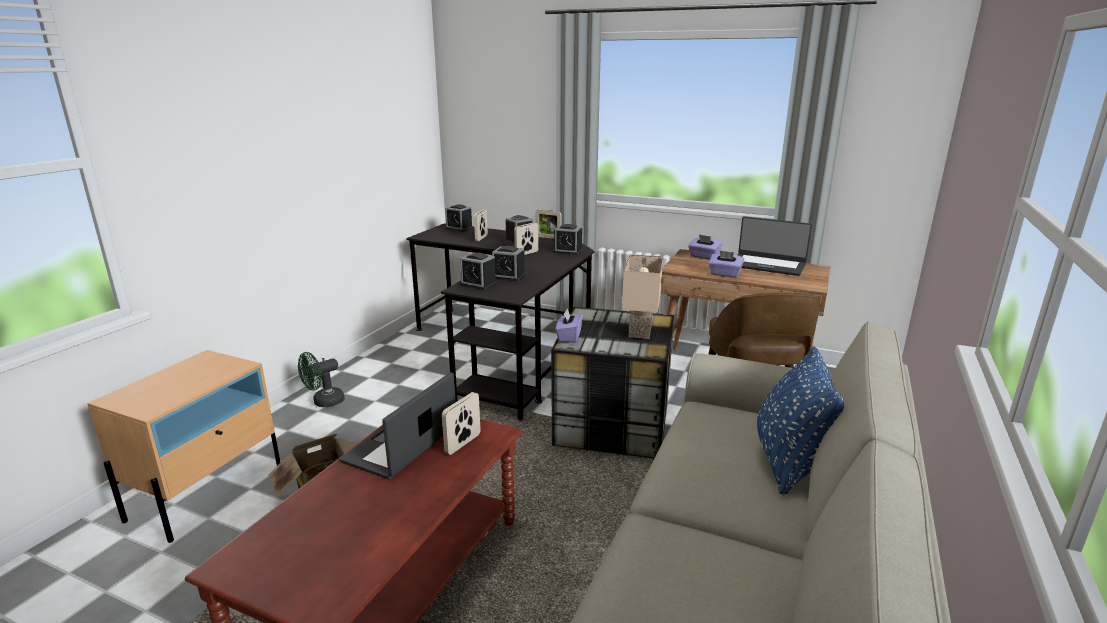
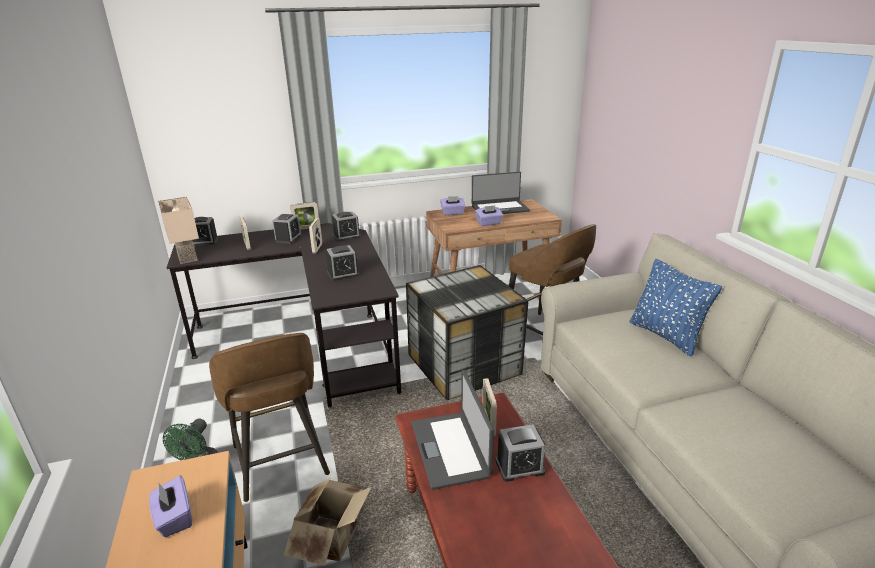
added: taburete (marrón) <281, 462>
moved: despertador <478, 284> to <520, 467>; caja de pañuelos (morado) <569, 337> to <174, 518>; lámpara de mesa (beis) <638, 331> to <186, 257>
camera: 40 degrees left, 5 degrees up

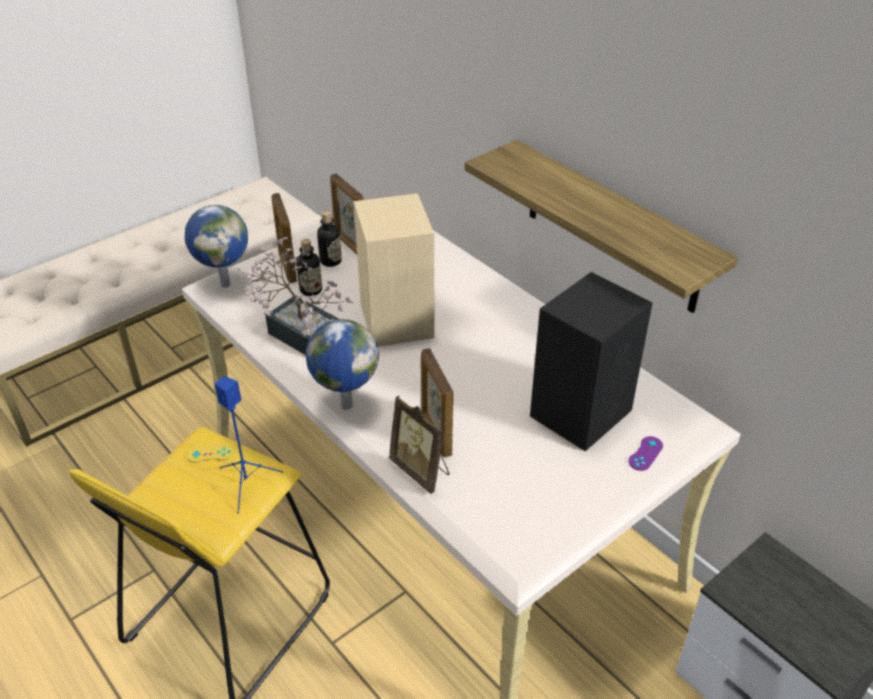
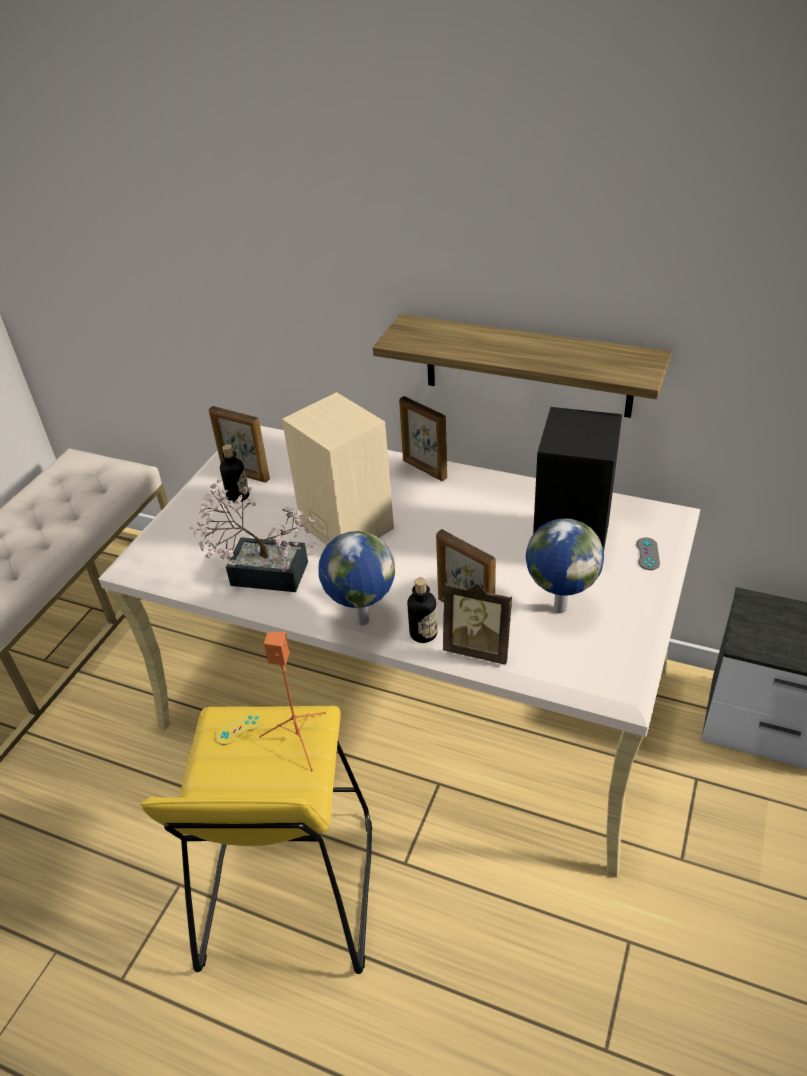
moved: globo terráqueo <225, 283> to <559, 608>; portarretratos <287, 268> to <424, 469>; botella <311, 290> to <423, 633>
recoloured: altavoz (azul) <247, 483> to altavoz (naranja) <299, 738>; mando de consola (morado) <645, 453> to mando de consola (gris) <647, 554>
camera: 25 degrees left, 0 degrees up

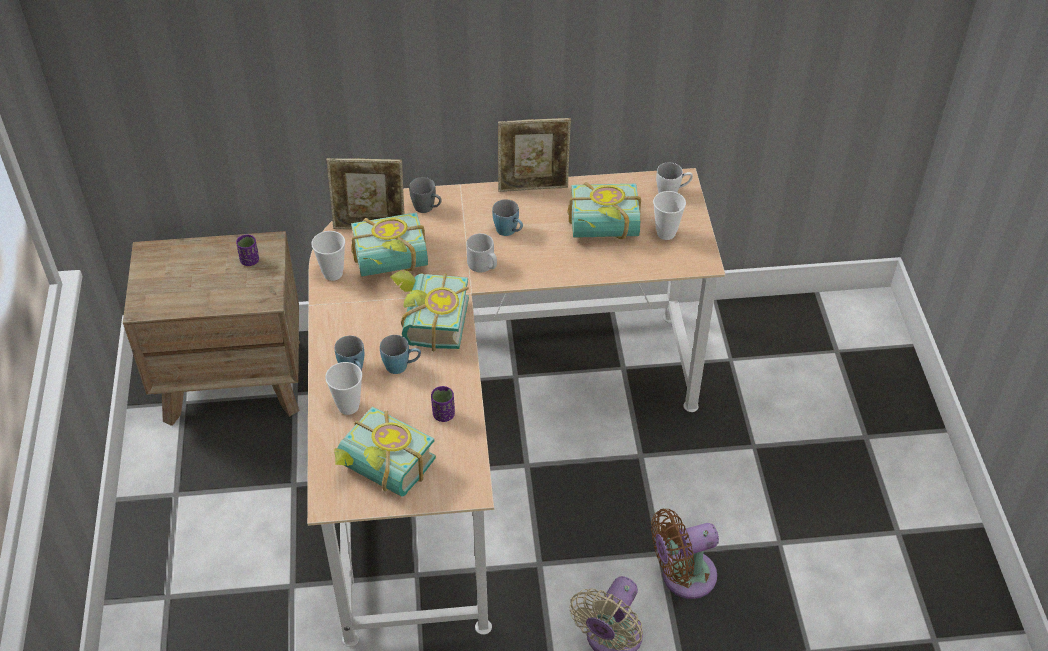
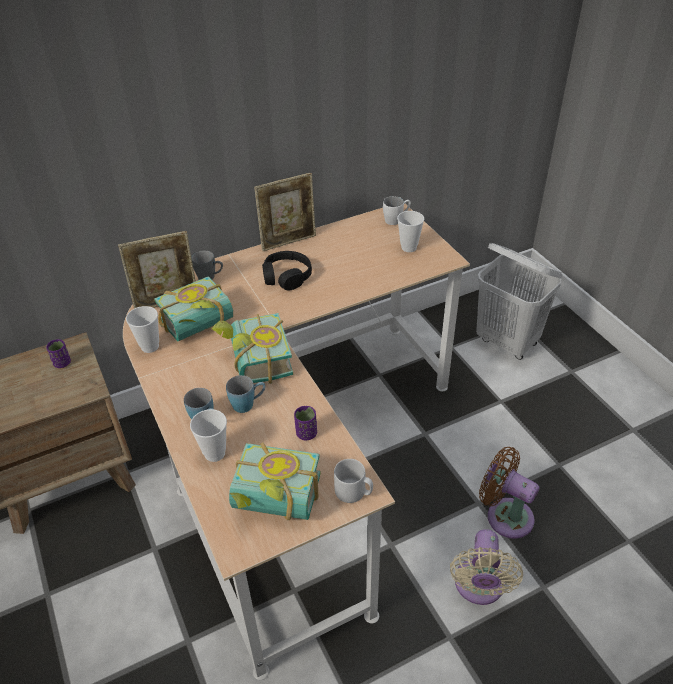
removed: libro <604, 231>
added: cesto de la ropa (blanco) <507, 342>
moved: taza grande (gris) <483, 265> to <353, 492>
replaced: taza grande (azul) <509, 231> to auriculares (negro) <286, 277>
turned: ventilador (marrón) <683, 576> = <505, 515> 75 degrees clockwise
camera: 20 degrees left, 5 degrees down

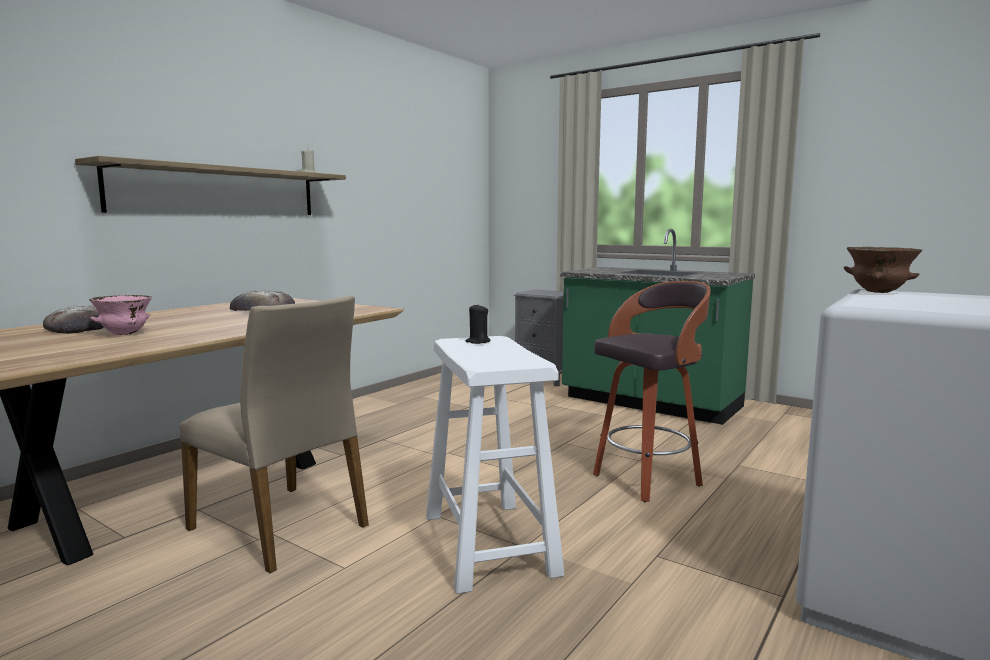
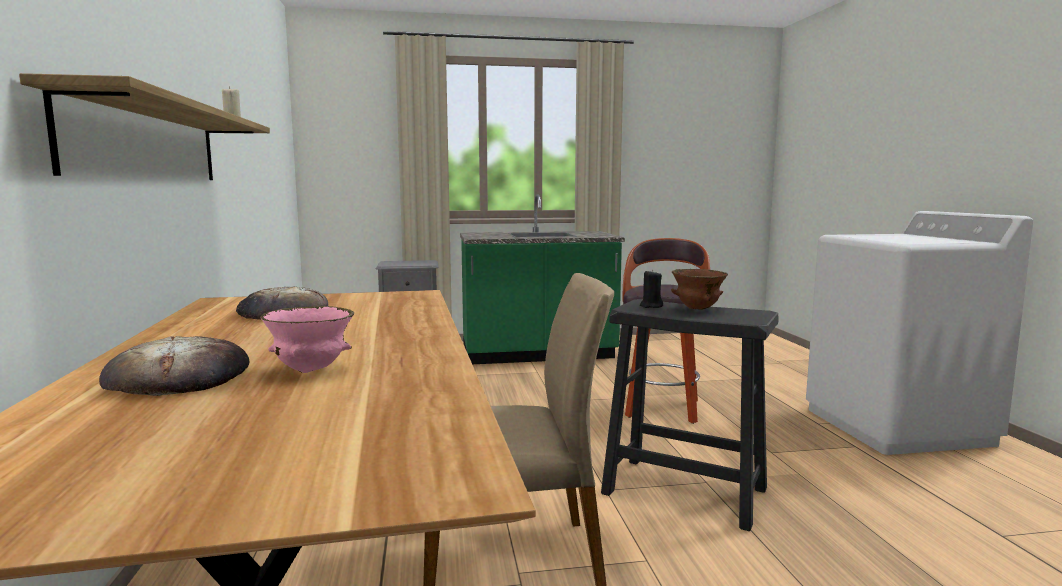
moved: cuenco (marrón) <878, 293> to <697, 309>
recoloured: taburete (blanco) <488, 543> to taburete (negro) <683, 490>
camera: 45 degrees left, 0 degrees up

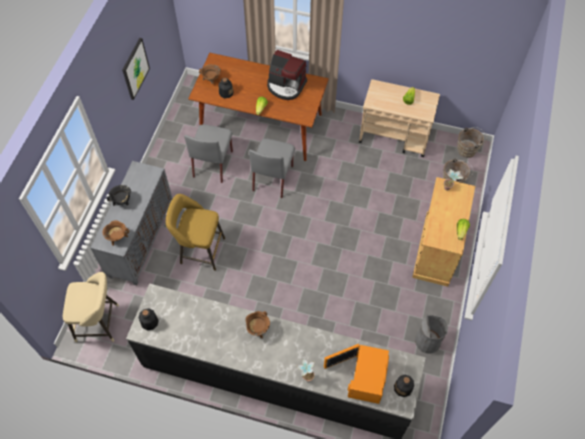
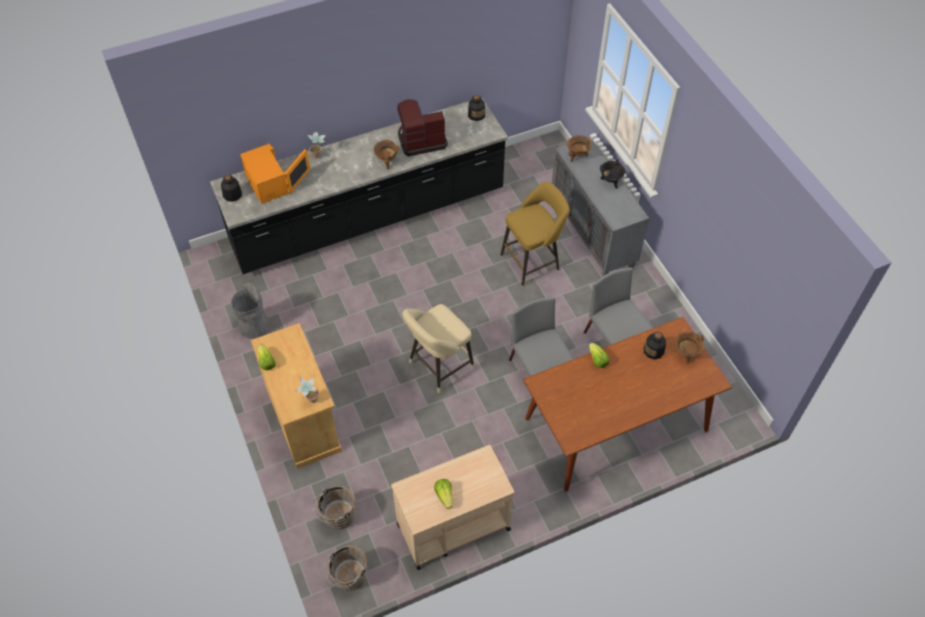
removed: cuadro <135, 68>
moved: taburete (beis) <100, 323> to <438, 367>; cafetera <286, 86> to <421, 140>
camera: 140 degrees right, 5 degrees down

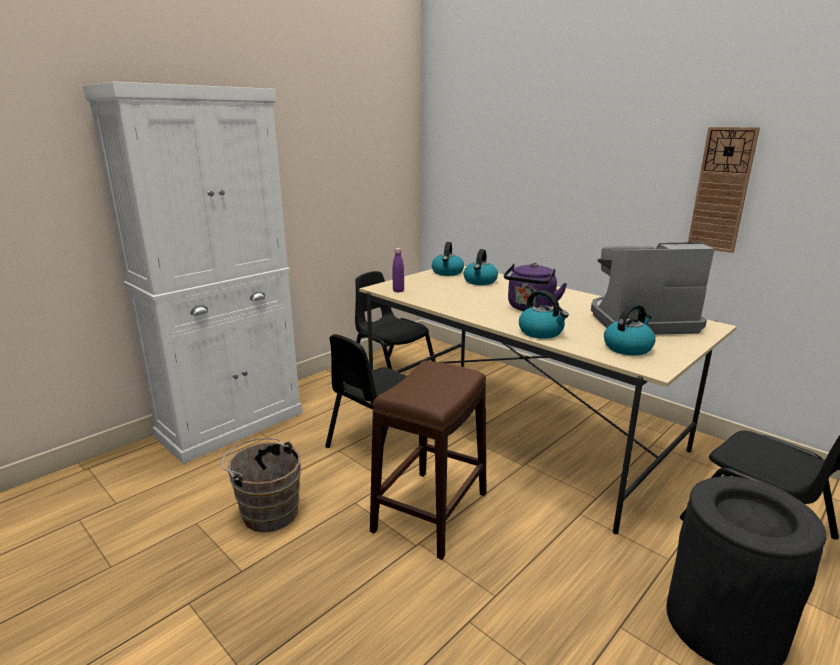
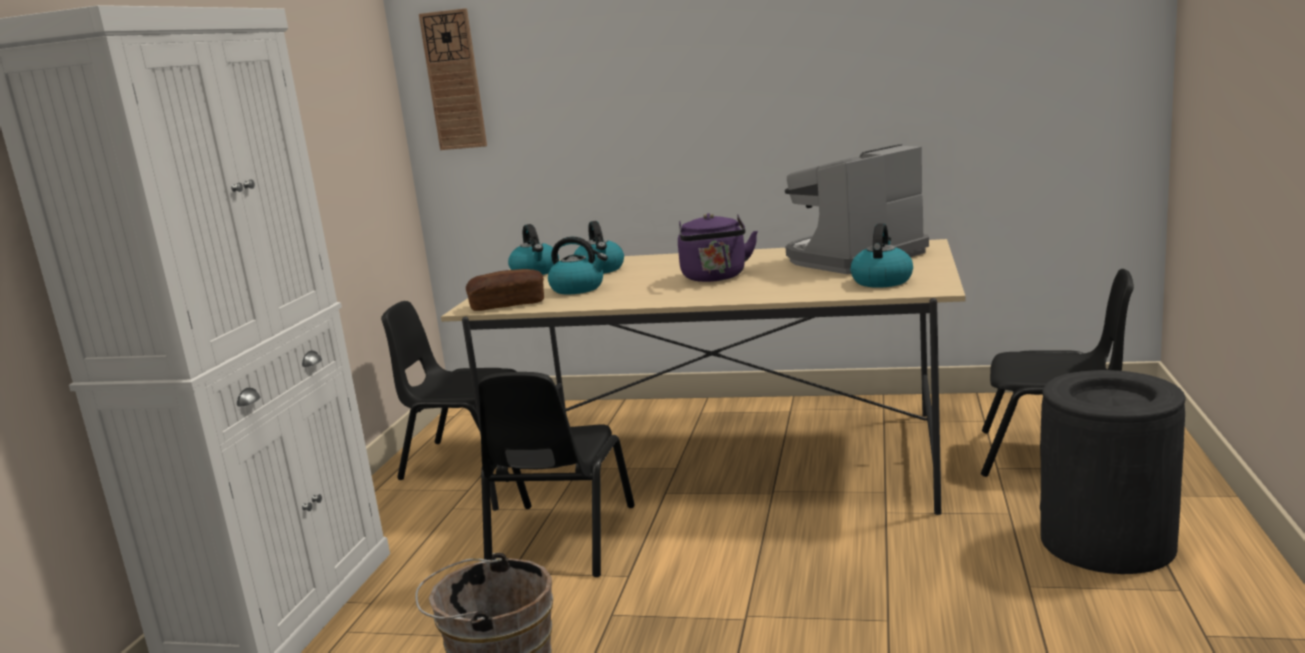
removed: taburete (marrón) <431, 511>
moved: hervidor <541, 332> to <578, 288>; reloj de pared <721, 190> to <454, 80>
replaced: botella (morado) <398, 291> to pan <508, 304>
camera: 30 degrees left, 5 degrees down

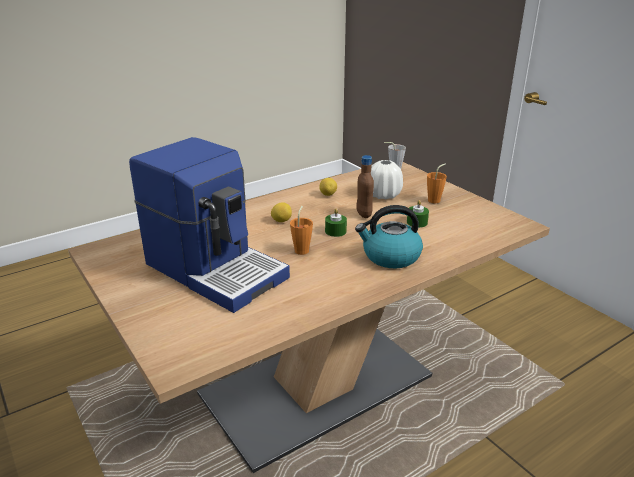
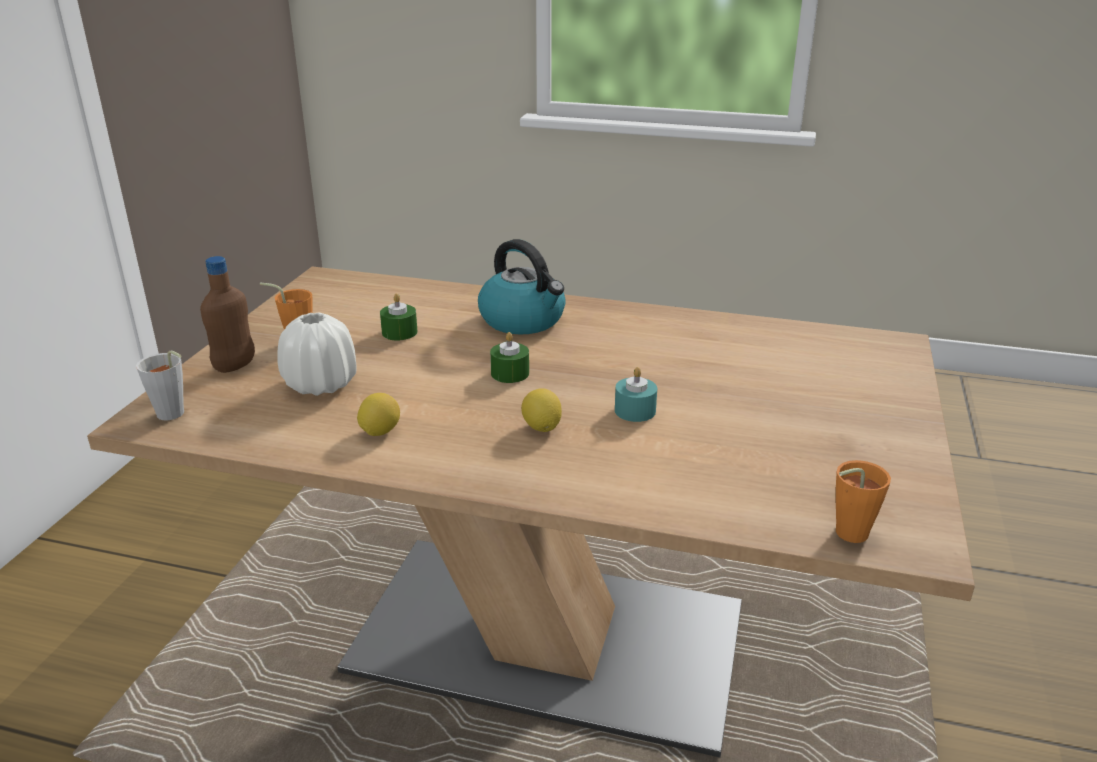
removed: cafetera <216, 269>
added: vela (turquesa) <635, 411>
moved: taza (naranja) <302, 249> to <845, 535>; botella (marrón) <364, 214> to <235, 366>
camera: 130 degrees left, 0 degrees up

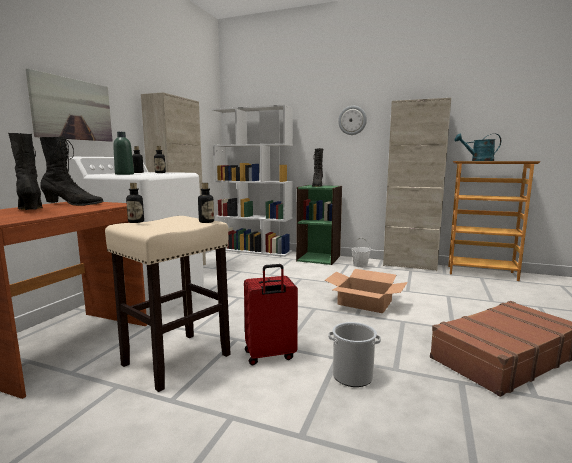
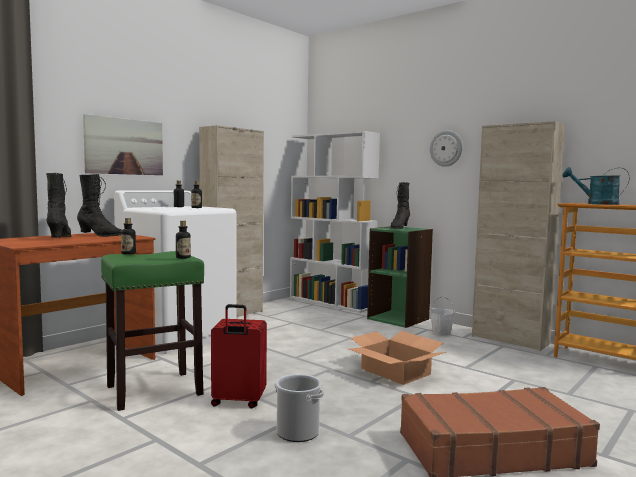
removed: botella (verde) <124, 174>
recoloured: taburete (beis) <176, 360> to taburete (verde) <153, 390>
camera: 20 degrees right, 5 degrees down

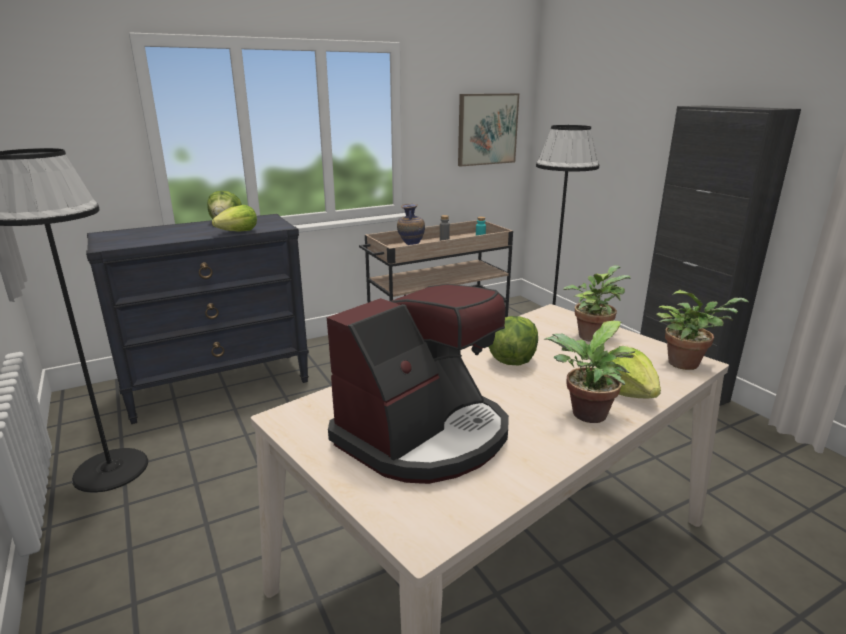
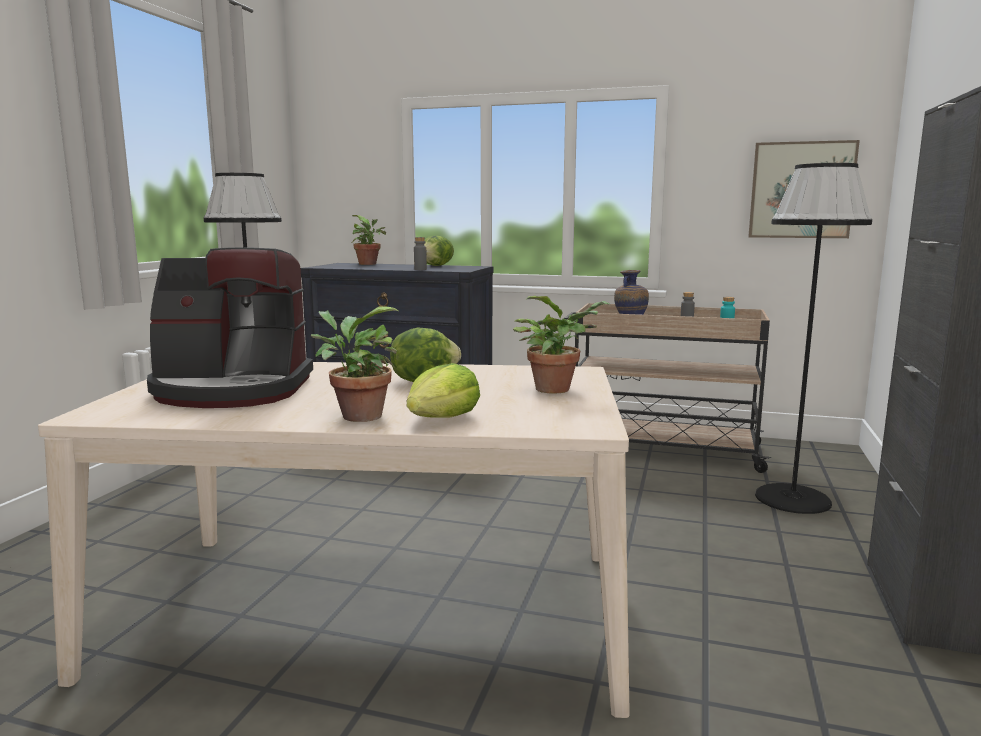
moved: planta en maceta <687, 363> to <369, 264>
replaced: lechuga <238, 232> to botella (gris) <420, 269>
camera: 45 degrees right, 10 degrees down

